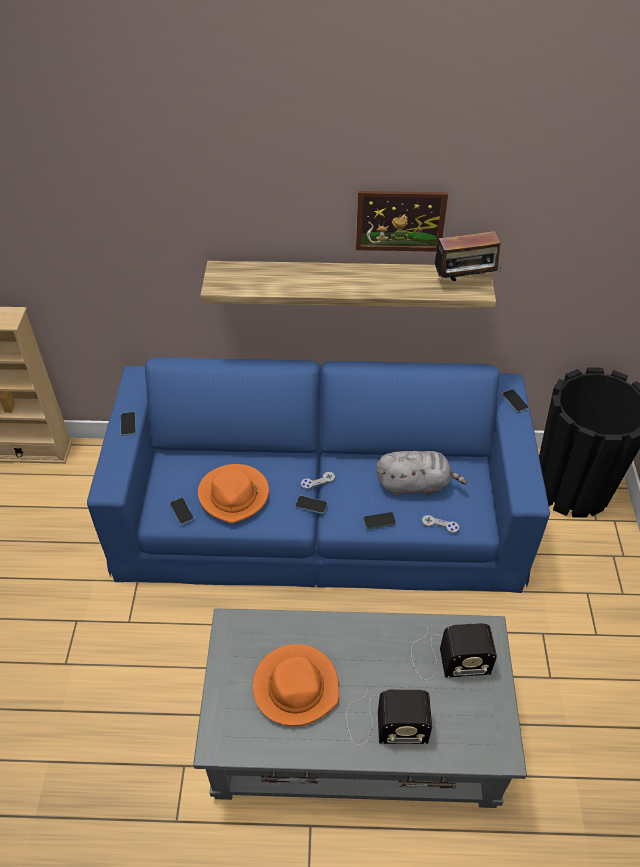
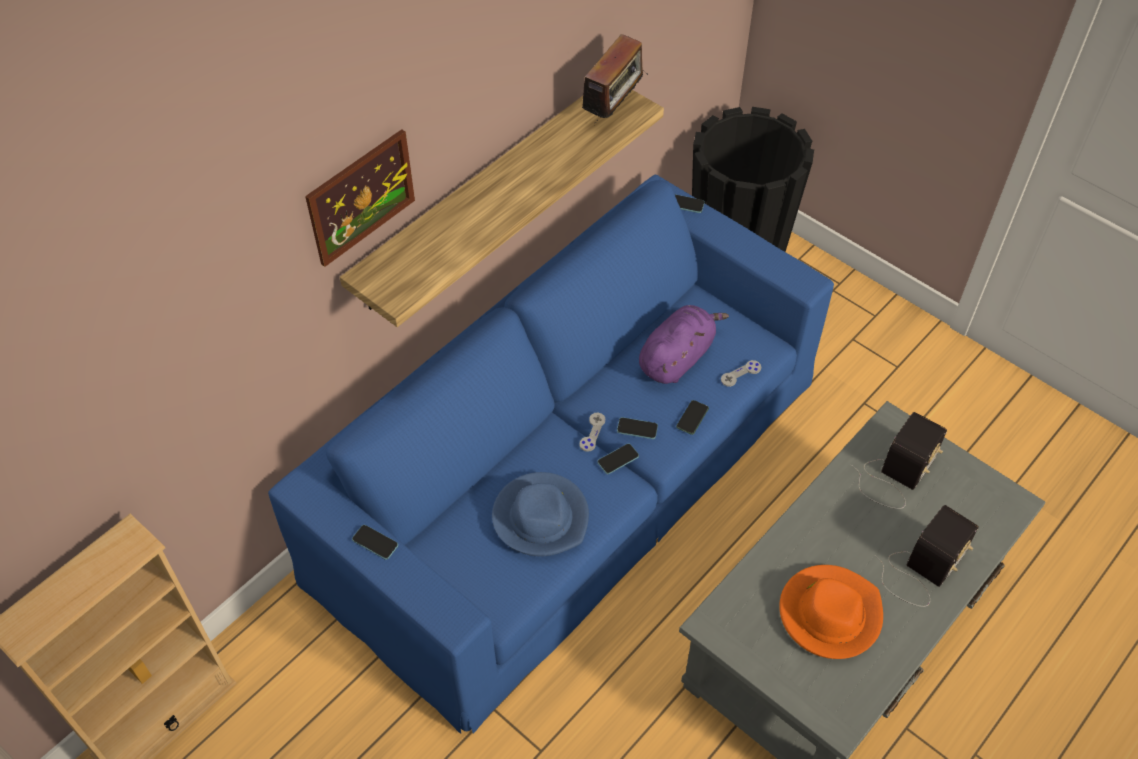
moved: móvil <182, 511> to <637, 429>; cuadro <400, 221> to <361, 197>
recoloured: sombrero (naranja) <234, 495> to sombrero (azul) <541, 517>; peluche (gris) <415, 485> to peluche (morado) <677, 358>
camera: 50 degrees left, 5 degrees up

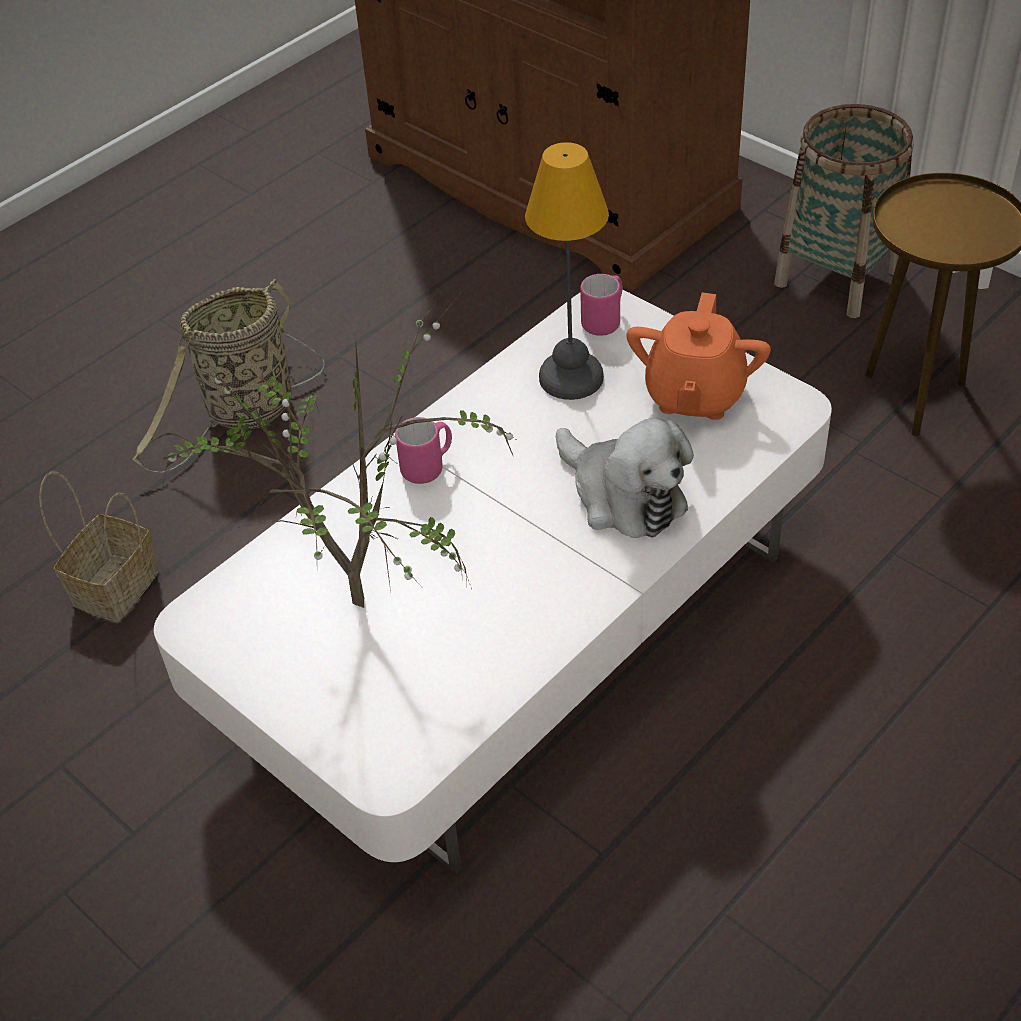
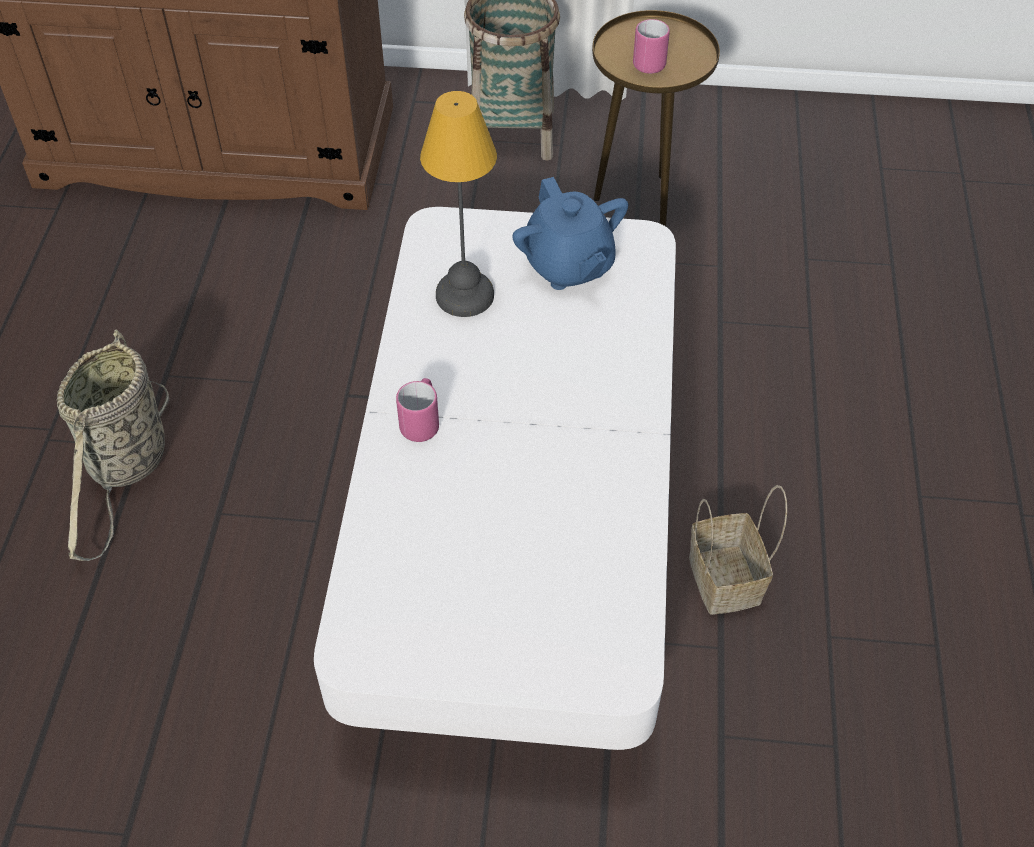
removed: planta en maceta <359, 613>; peluche <623, 495>
moved: cesta <115, 590> to <727, 581>; taza grande (rosa) <605, 321> to <648, 61>
recoloured: tetera (naranja) <694, 395> to tetera (azul) <568, 265>
camera: 40 degrees left, 5 degrees up

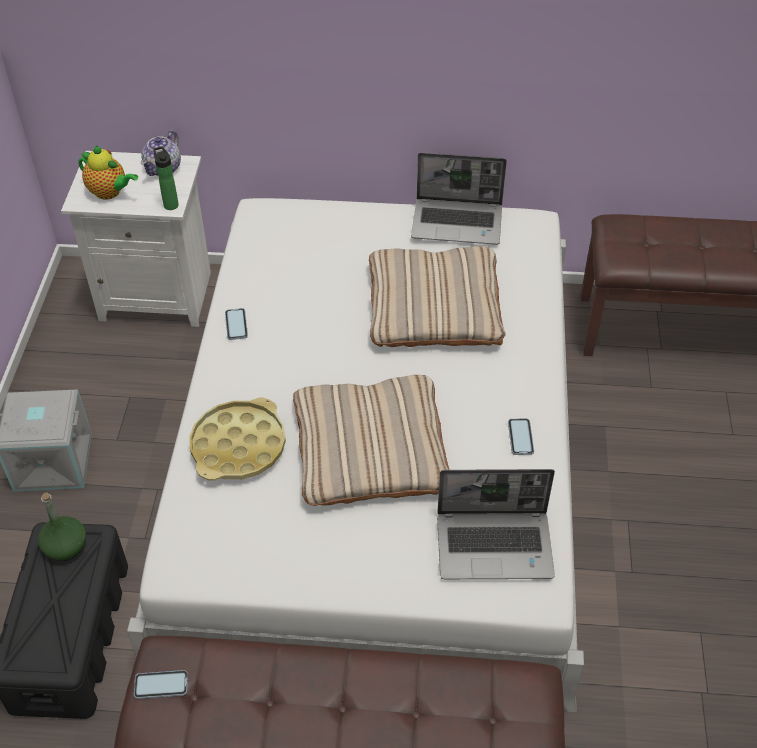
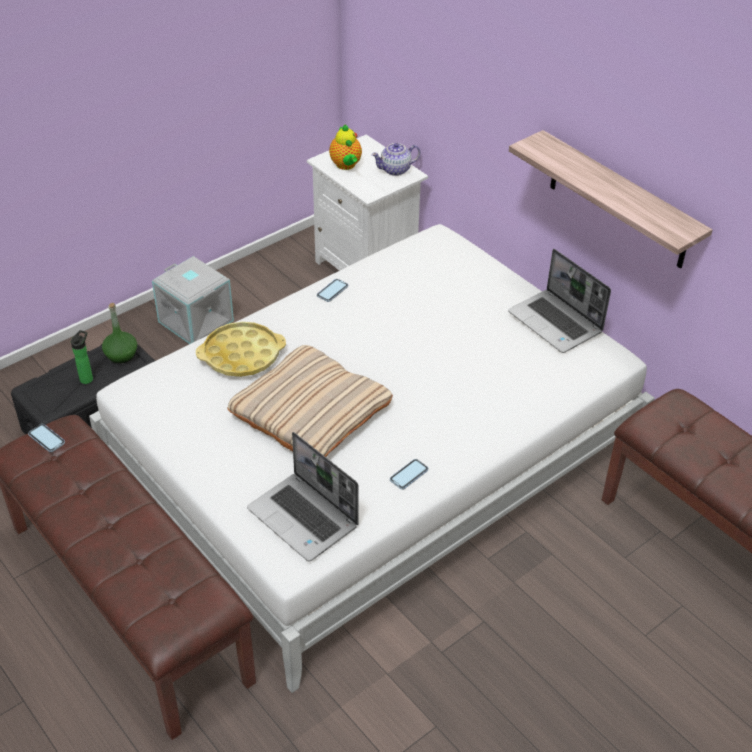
removed: cojín (beis) <434, 306>
added: estante <618, 201>
moved: botella <170, 204> to <87, 378>
camera: 45 degrees right, 5 degrees down

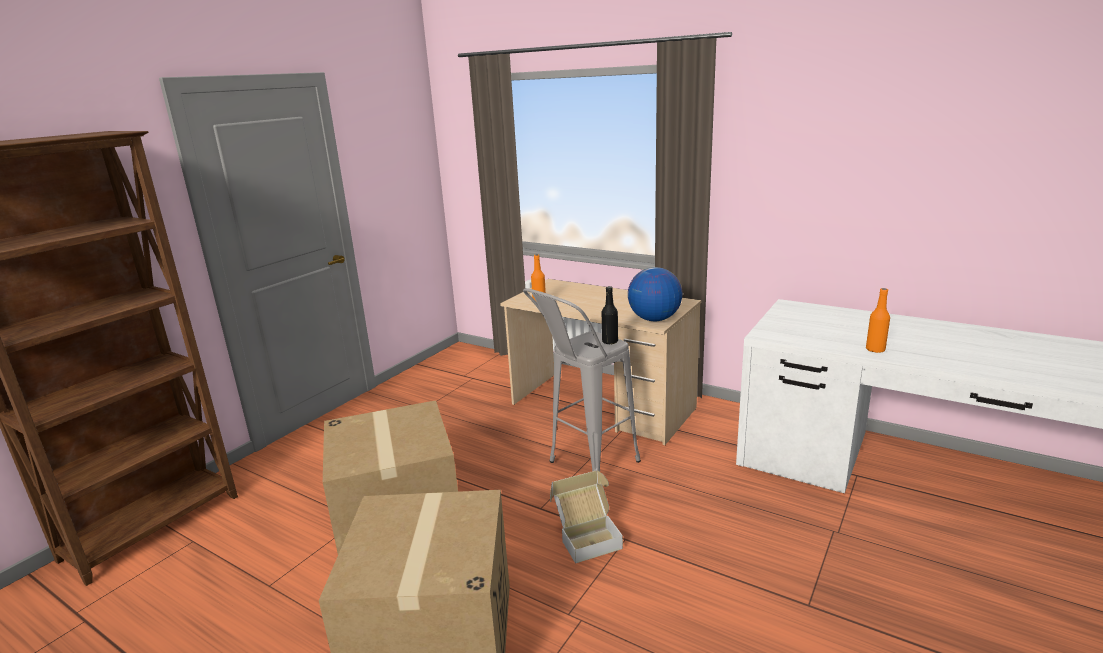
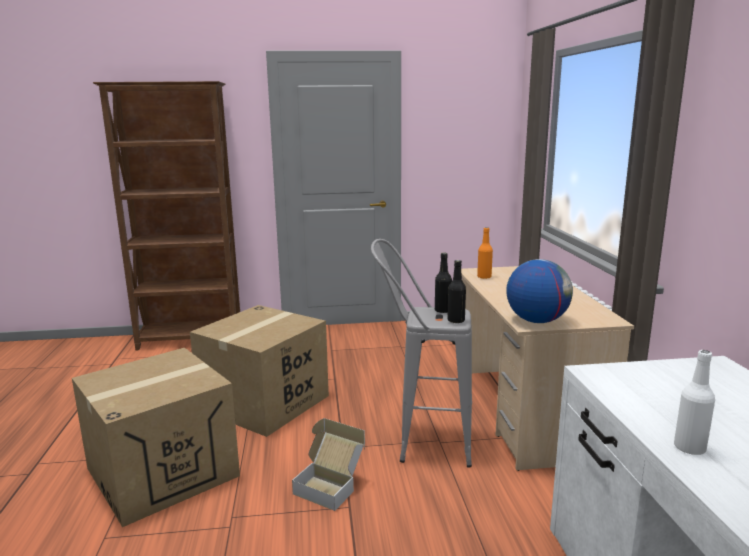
added: botella (negro) <442, 311>
recoloured: botella (naranja) <875, 350> to botella (blanco) <689, 448>
camera: 50 degrees right, 5 degrees down

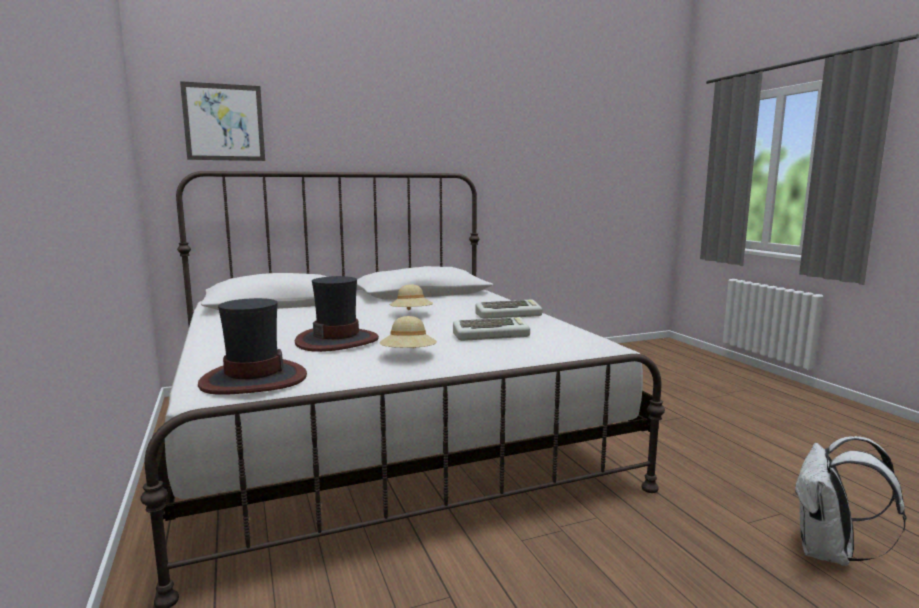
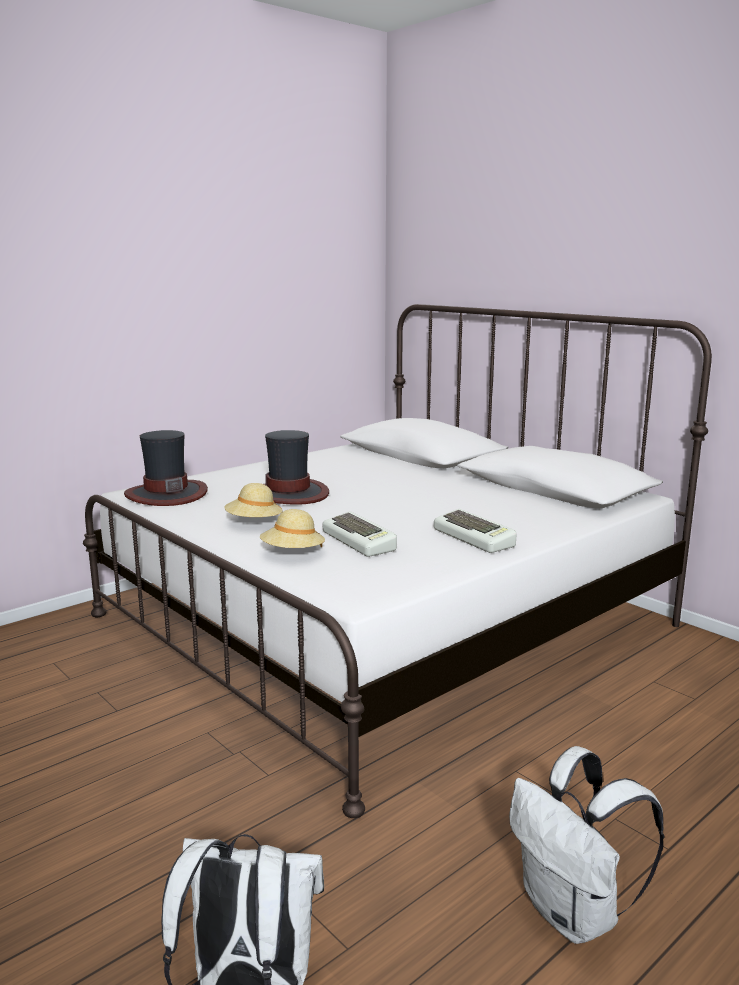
removed: cuadro <224, 122>
added: mochila (blanco) <574, 914>
moved: sombrero (beis) <411, 314> to <292, 553>
camera: 70 degrees right, 5 degrees up

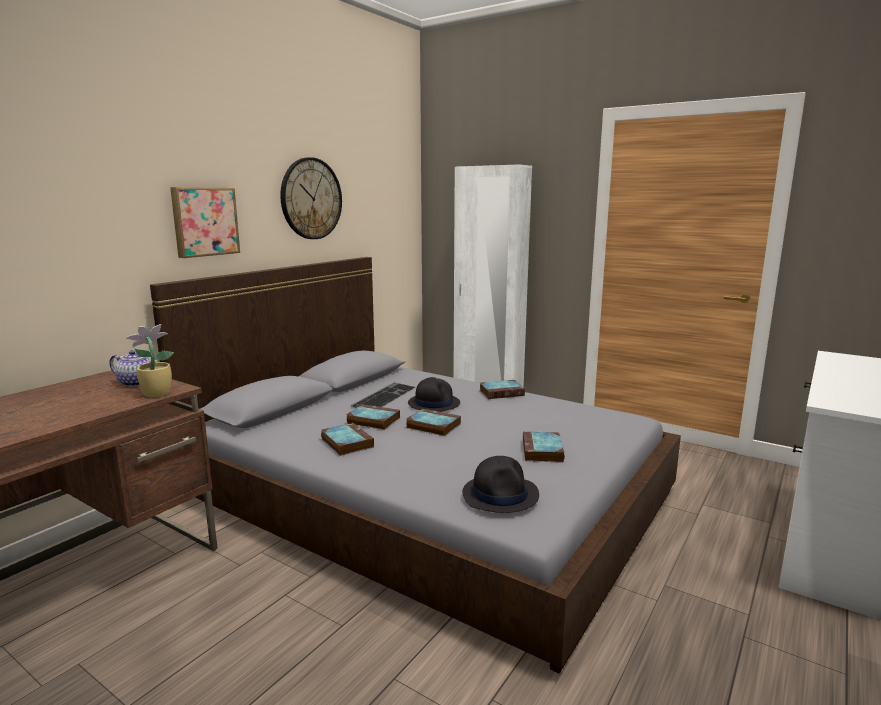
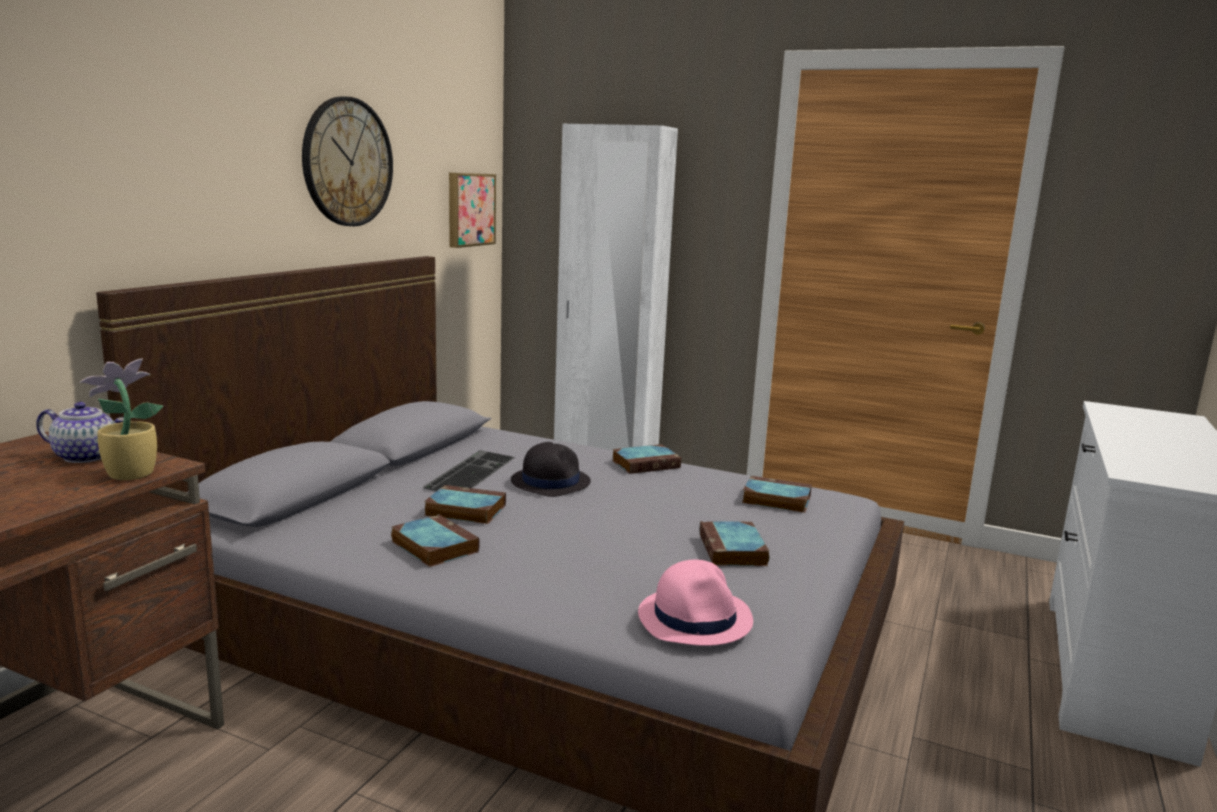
moved: cuadro <204, 221> to <469, 209>; libro <432, 426> to <774, 499>
recoloured: sombrero (negro) <500, 494> to sombrero (rosa) <695, 618>
camera: 10 degrees left, 0 degrees up

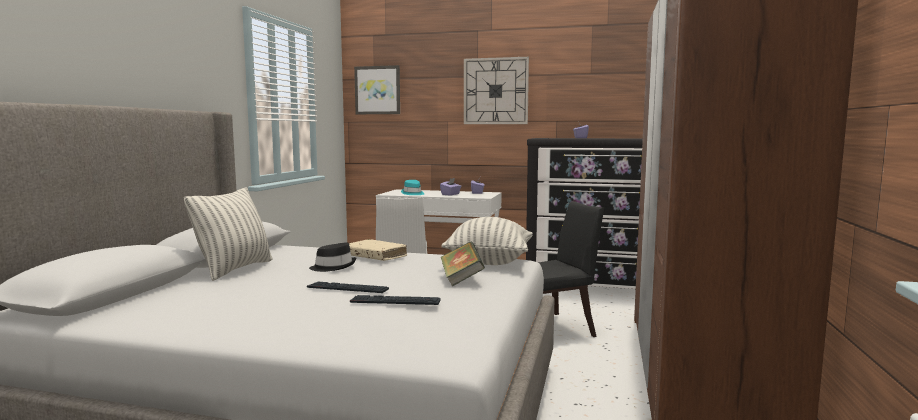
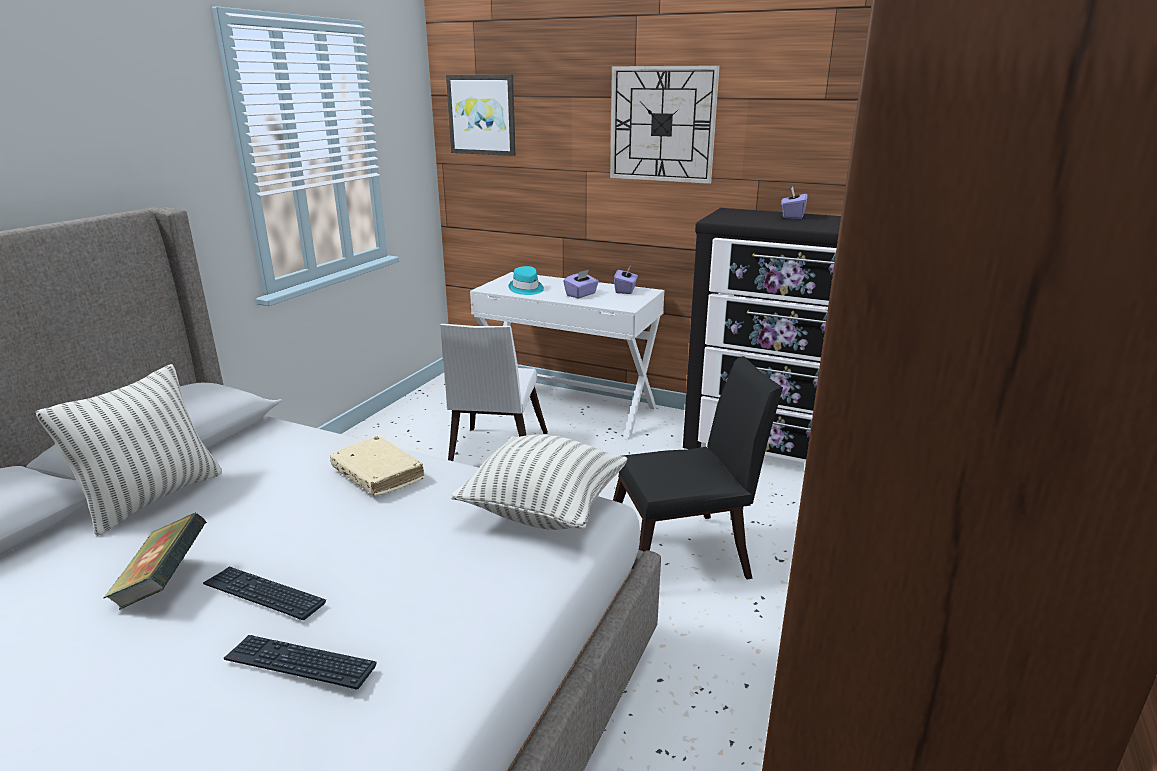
removed: sombrero (negro) <333, 267>
moved: libro <461, 279> to <164, 583>
camera: 10 degrees right, 15 degrees up

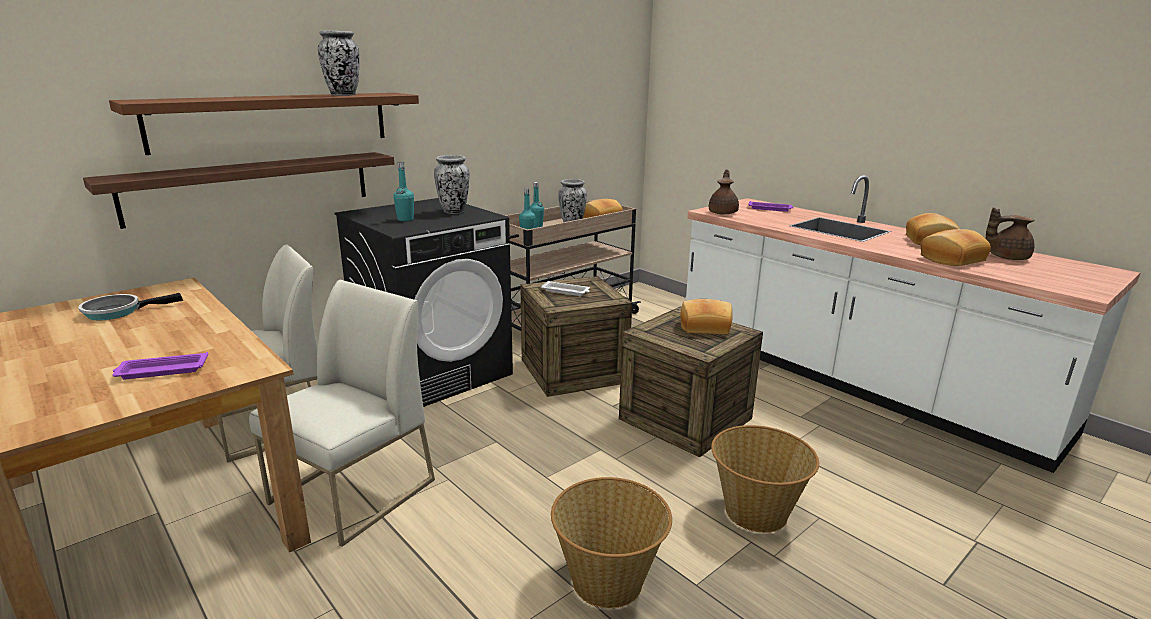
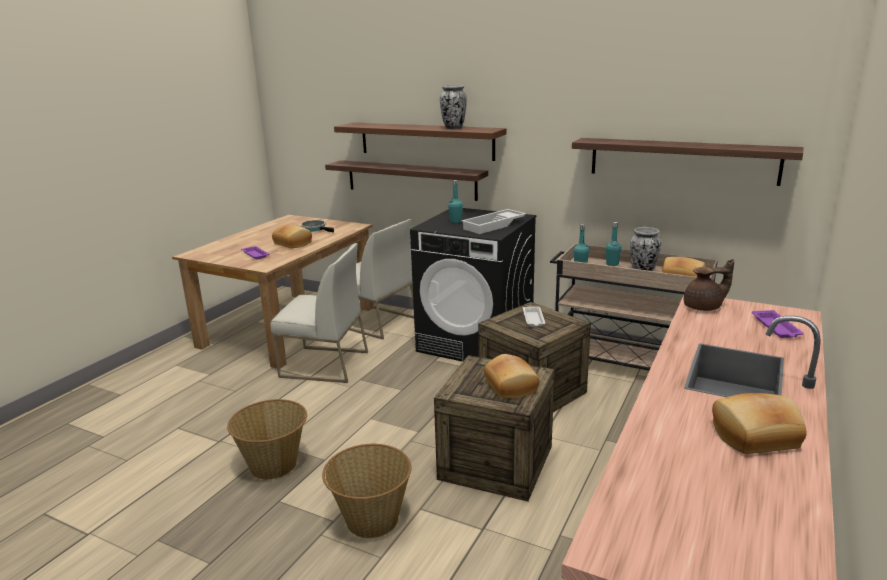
removed: tetera (marrón) <1005, 257>
added: estante <682, 160>
moved: pan <950, 259> to <293, 243>
replaced: florero <454, 211> to bandeja (blanco) <494, 225>
camera: 70 degrees right, 0 degrees up

